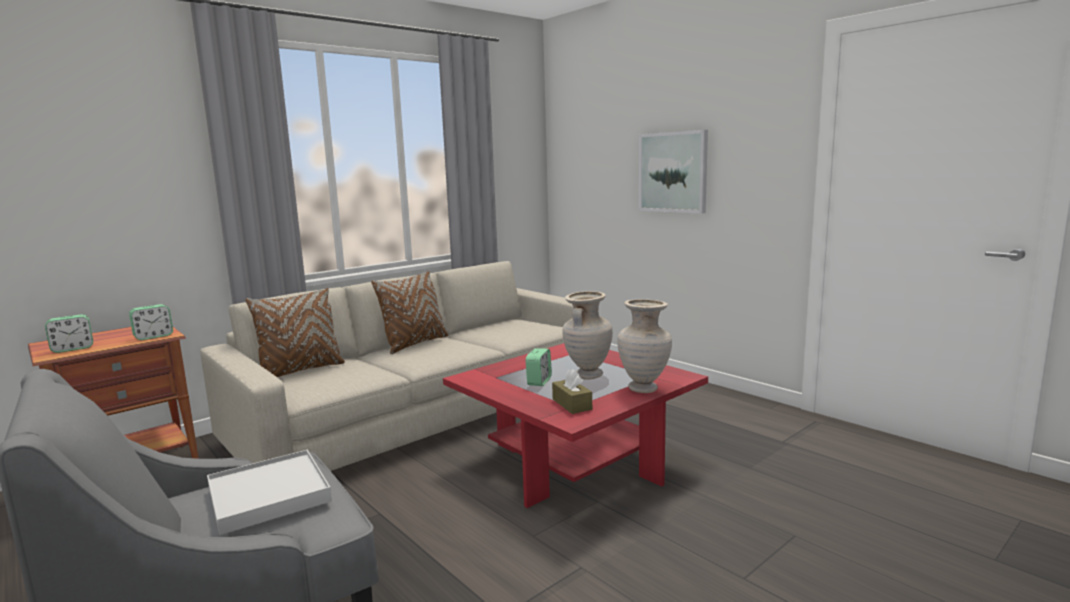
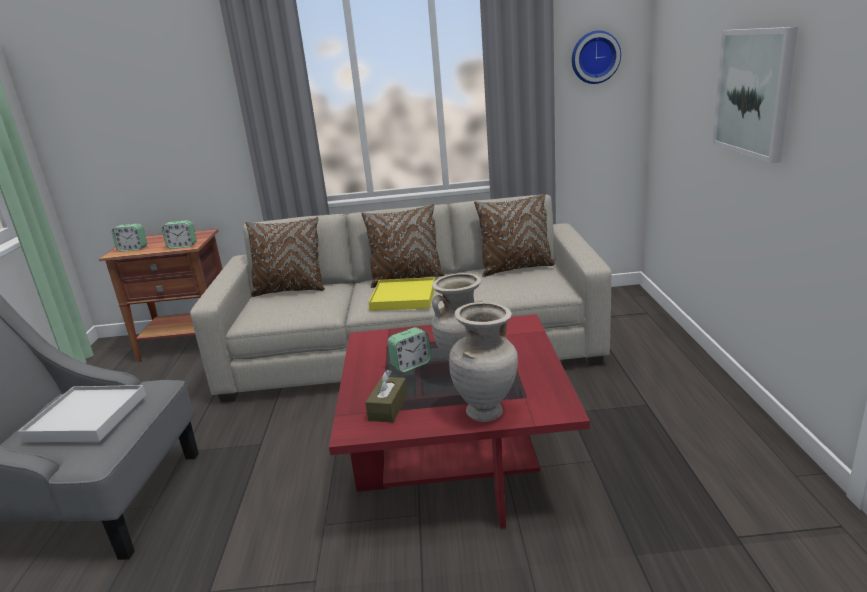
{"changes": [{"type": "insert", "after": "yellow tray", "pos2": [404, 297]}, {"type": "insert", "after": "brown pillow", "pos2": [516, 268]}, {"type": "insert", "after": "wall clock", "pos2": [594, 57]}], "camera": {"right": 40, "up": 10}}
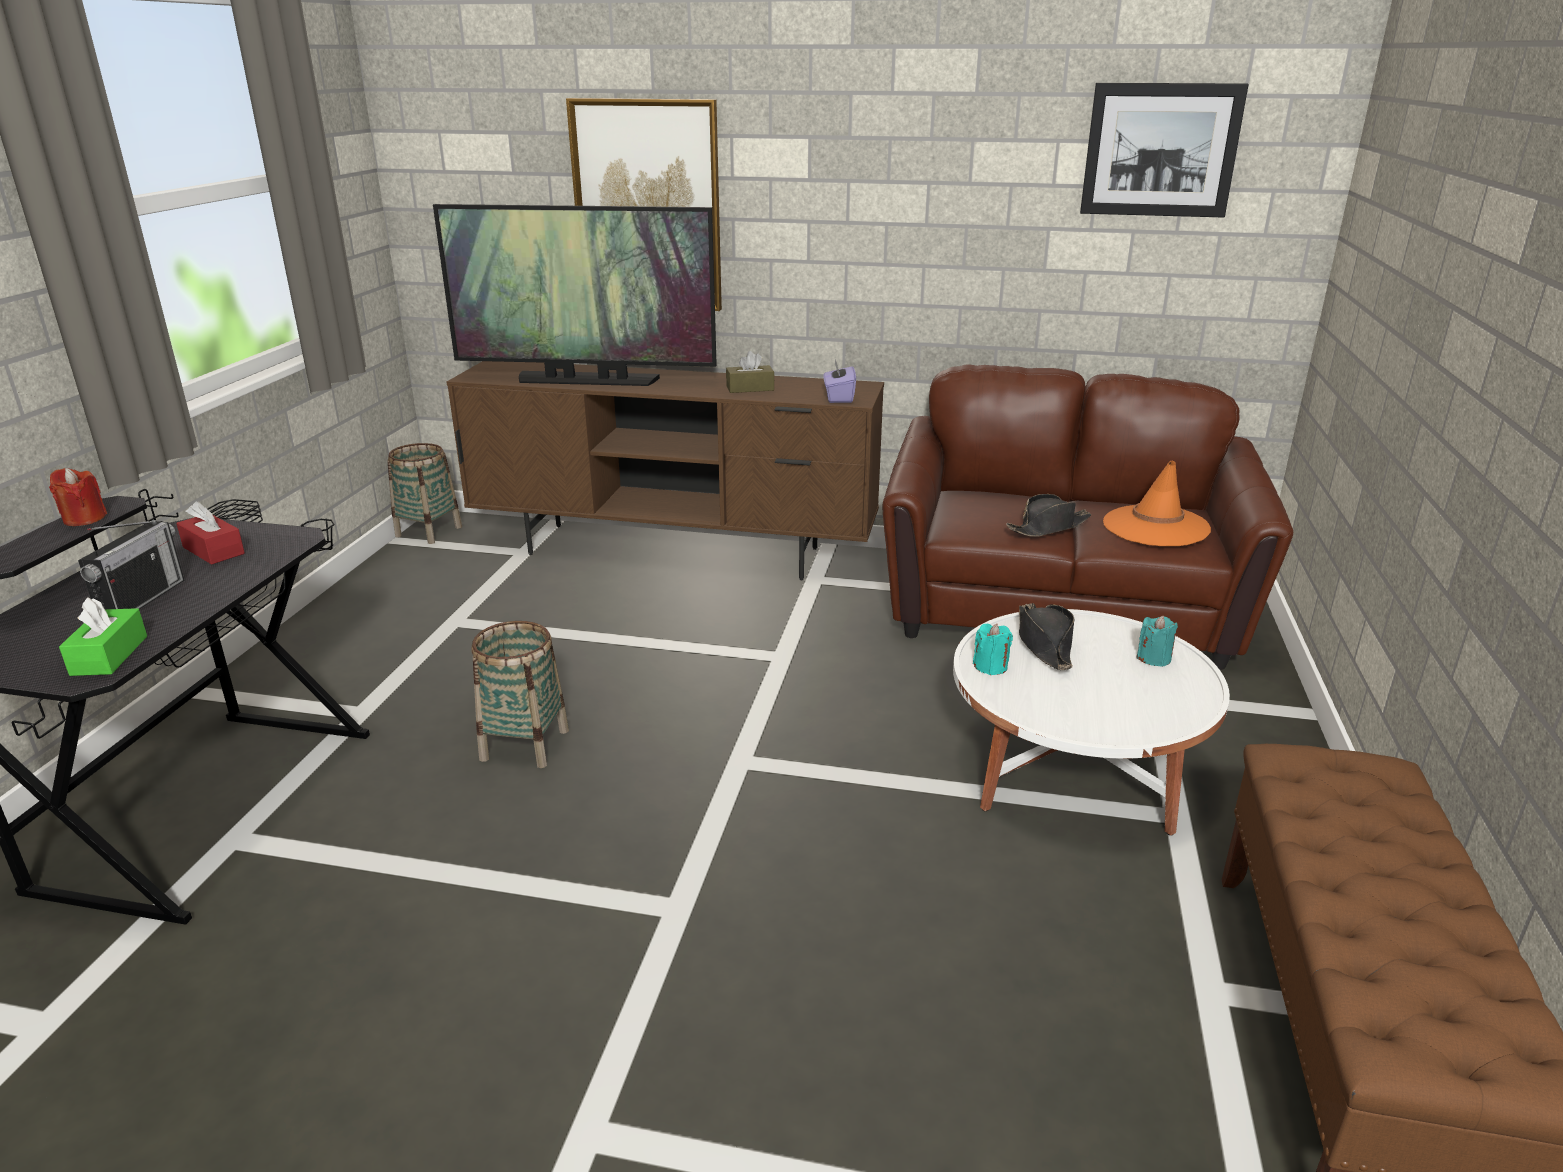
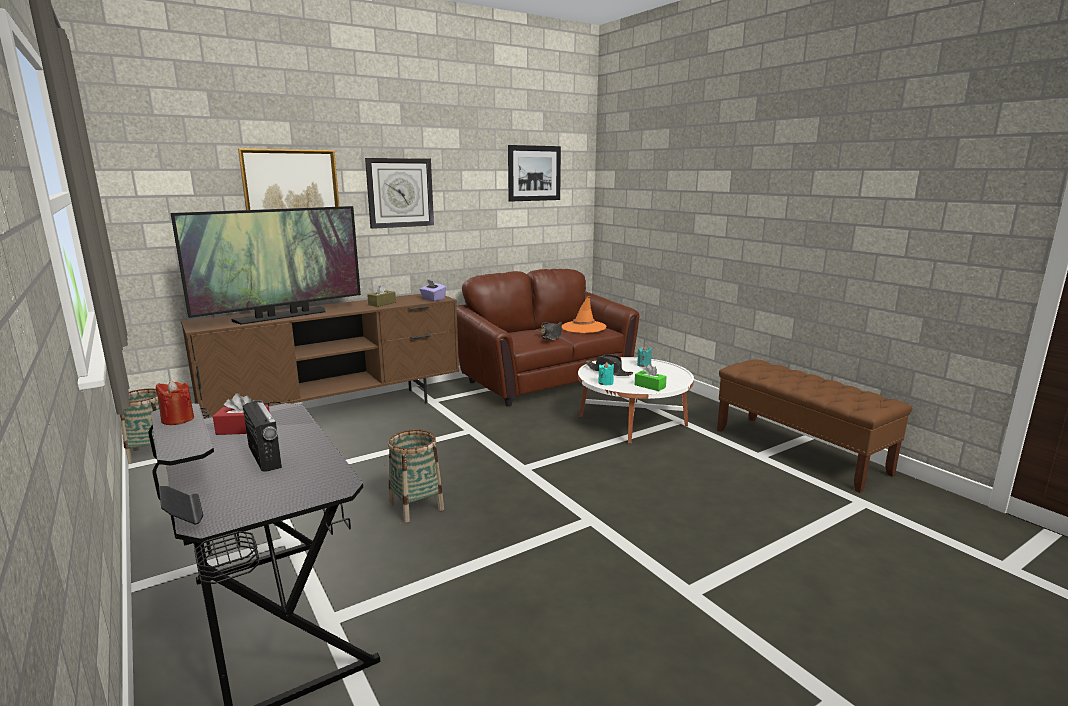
{"changes": [{"type": "insert", "after": "wall clock", "pos2": [400, 193]}, {"type": "move", "before": "green tissue box", "pos1": [109, 655], "pos2": [650, 386]}], "camera": {"right": -45, "up": -10}}
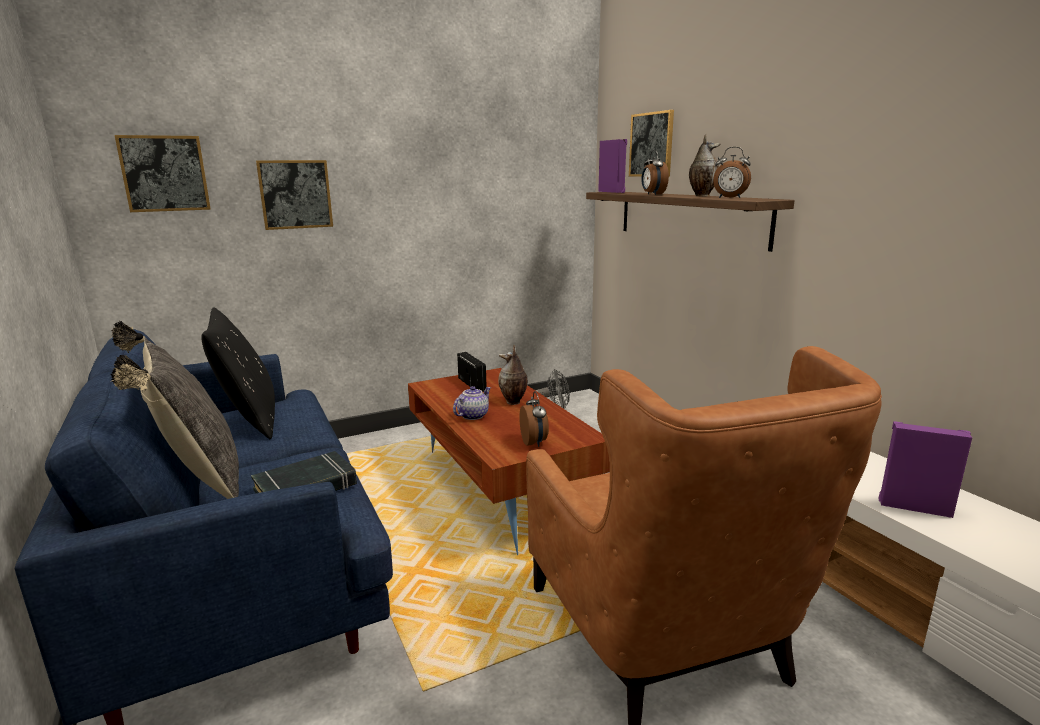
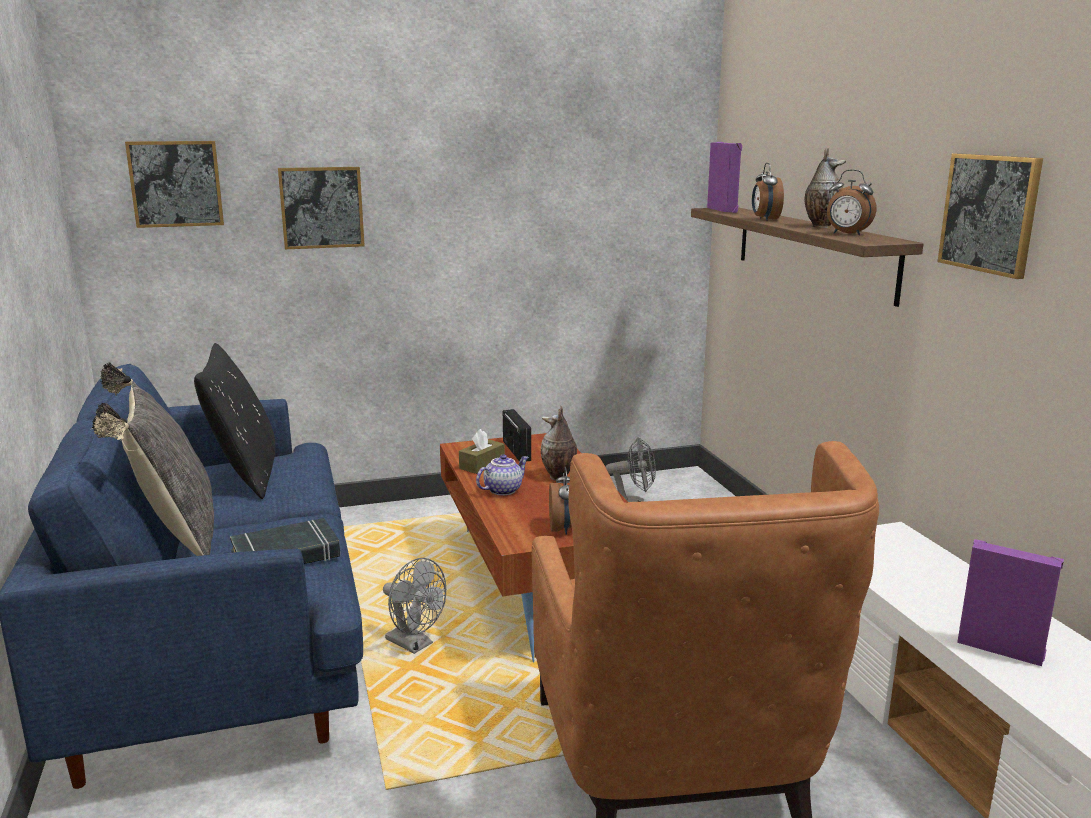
{"changes": [{"type": "insert", "after": "grey fan", "pos2": [415, 645]}, {"type": "insert", "after": "brown tissue box", "pos2": [482, 465]}, {"type": "move", "before": "picture", "pos1": [651, 145], "pos2": [989, 213]}], "camera": {"right": 10, "up": 0}}
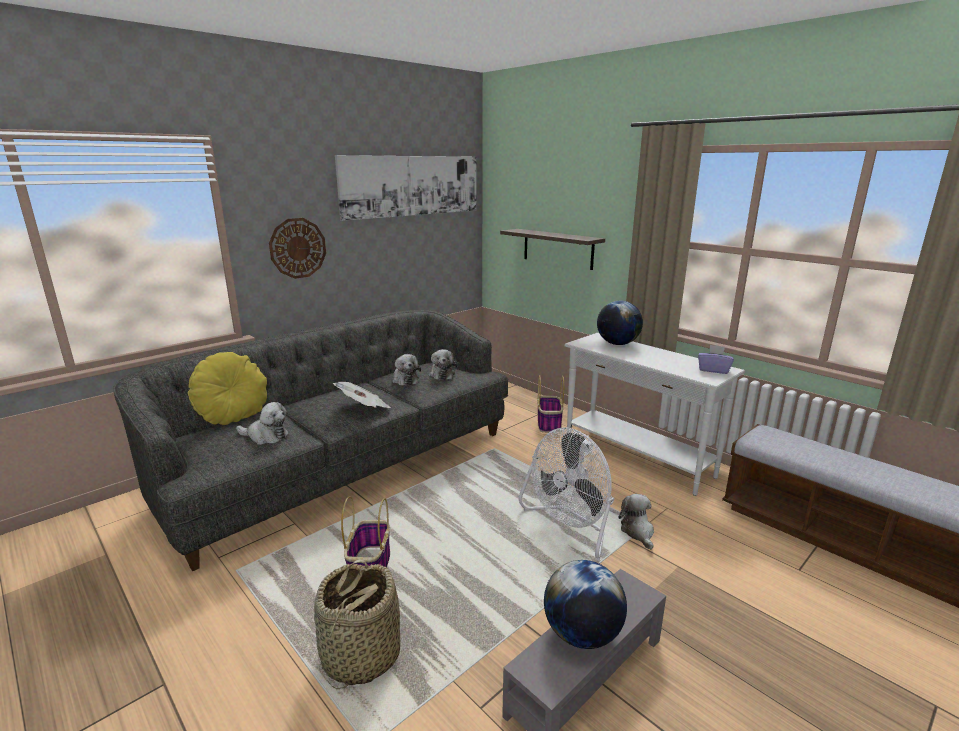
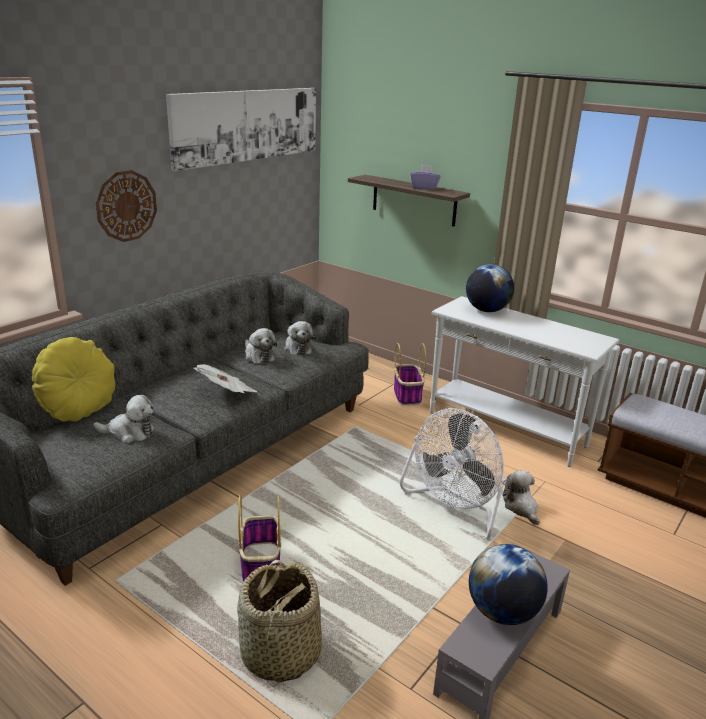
{"changes": [{"type": "move", "before": "purple tissue box", "pos1": [713, 370], "pos2": [424, 187]}], "camera": {"right": -10, "up": 5}}
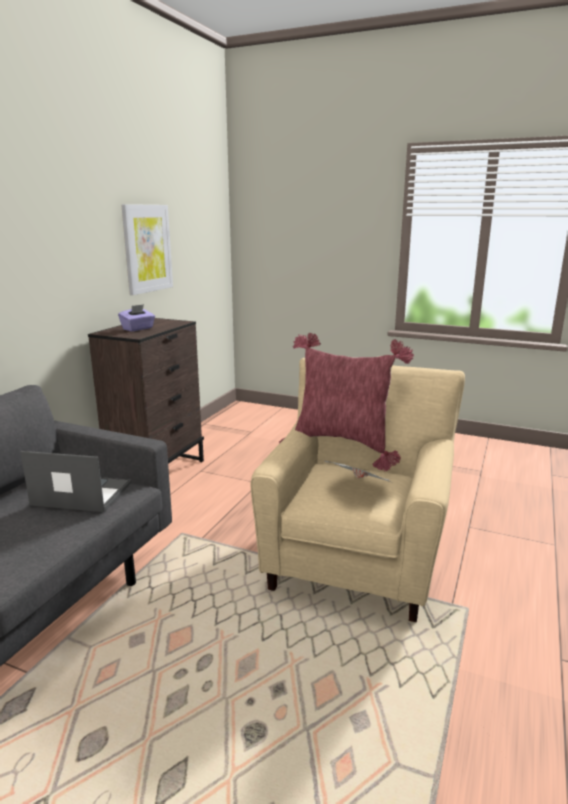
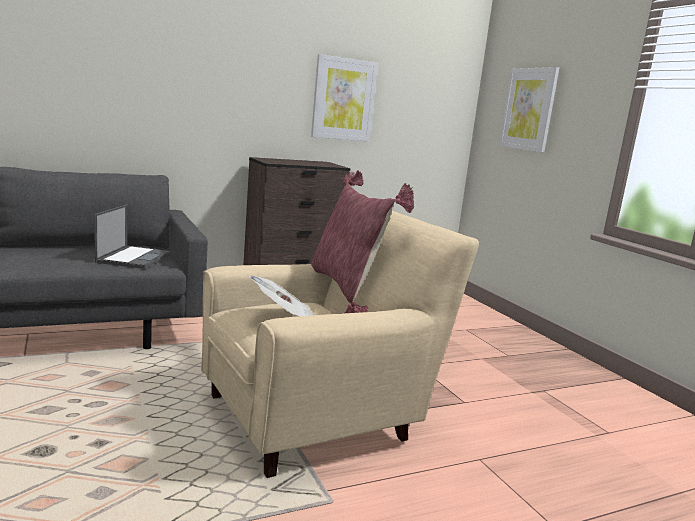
{"changes": [{"type": "rotate", "before": "laptop", "pos1": [80, 494], "pos2": [134, 257], "turn": 45}, {"type": "insert", "after": "picture", "pos2": [528, 109]}, {"type": "delete", "before": "purple tissue box", "pos1": [138, 329]}], "camera": {"right": 40, "up": -5}}
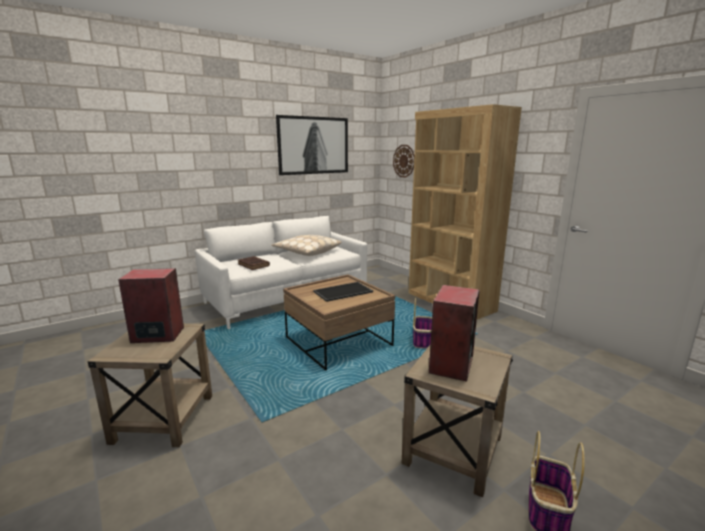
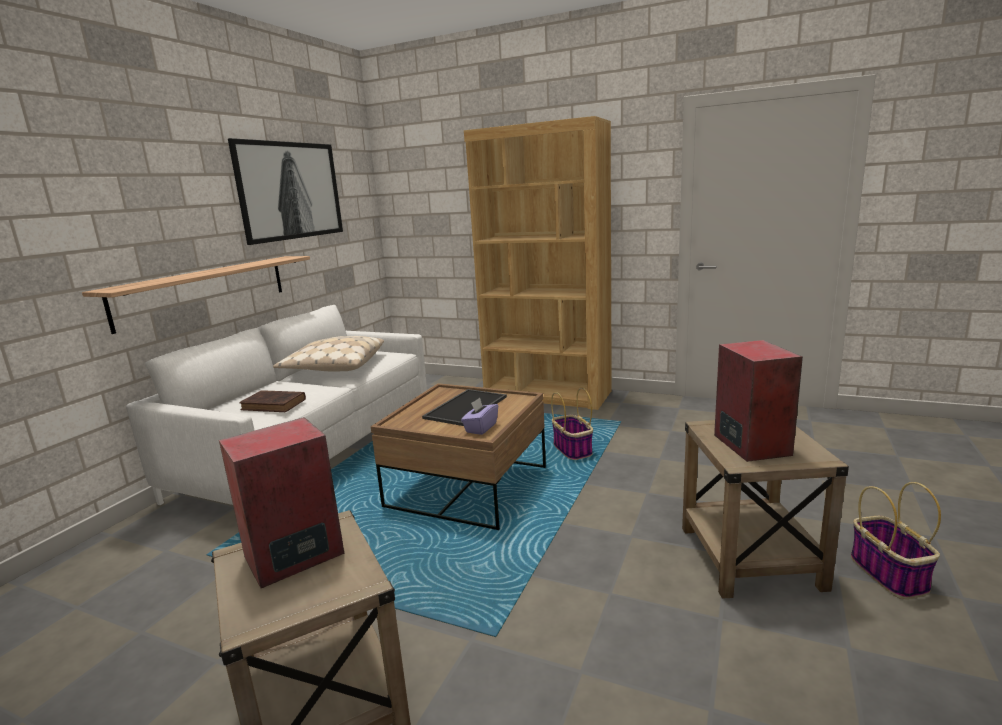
{"changes": [{"type": "insert", "after": "shelf", "pos2": [204, 290]}, {"type": "insert", "after": "purple tissue box", "pos2": [480, 428]}, {"type": "delete", "before": "wall clock", "pos1": [404, 161]}], "camera": {"right": -30, "up": 0}}
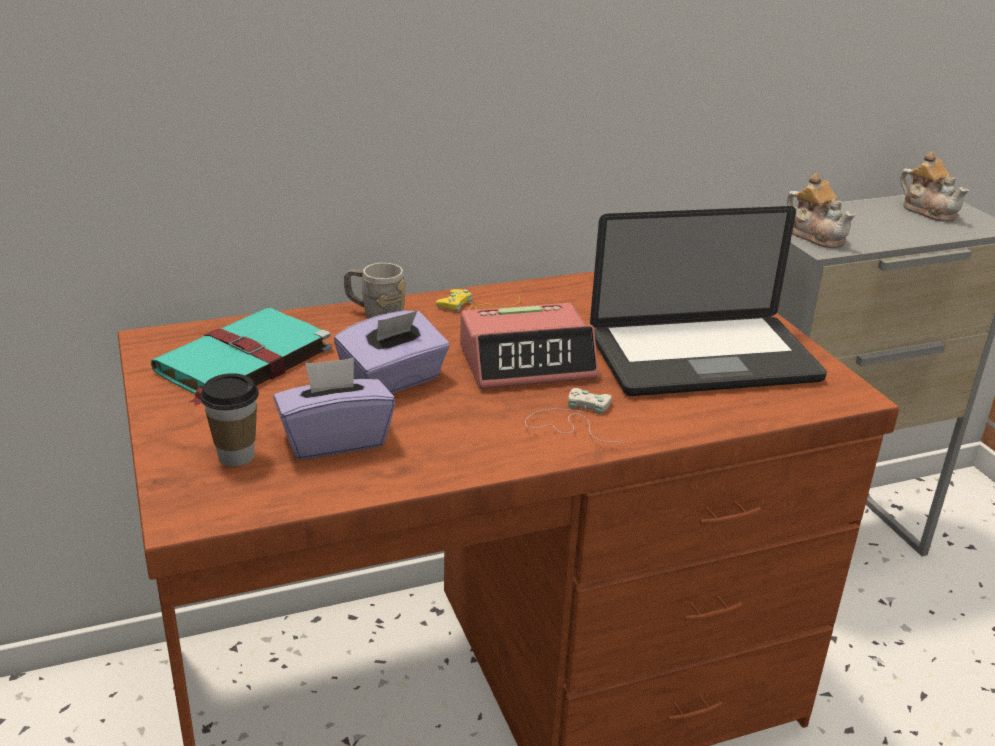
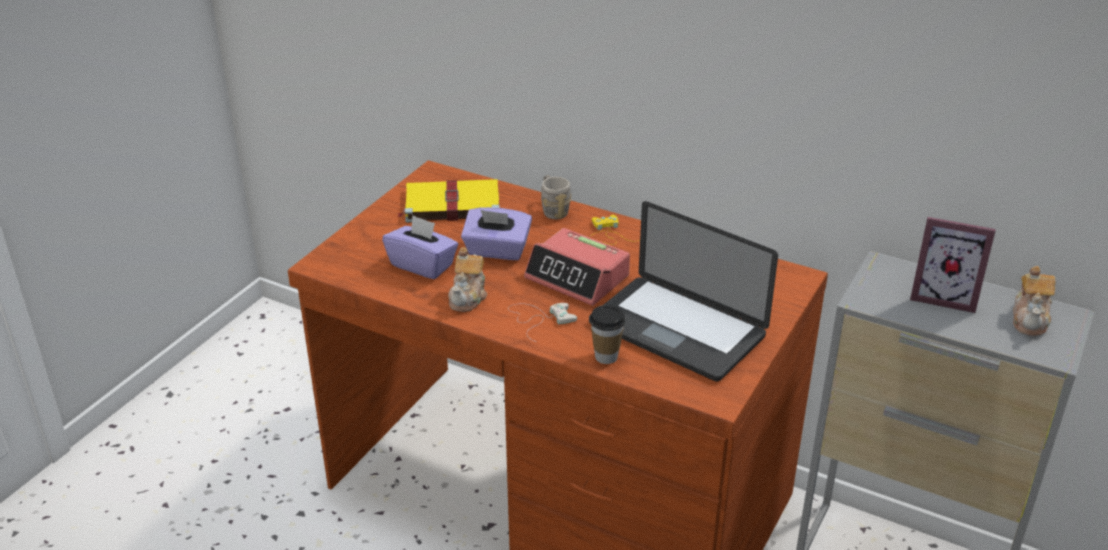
{"changes": [{"type": "recolor", "before": "turquoise book", "after": "yellow book", "pos1": [242, 361], "pos2": [450, 204]}, {"type": "move", "before": "teapot", "pos1": [816, 236], "pos2": [468, 297]}, {"type": "move", "before": "cup", "pos1": [236, 456], "pos2": [606, 357]}, {"type": "insert", "after": "picture frame", "pos2": [944, 296]}], "camera": {"right": 50, "up": 5}}
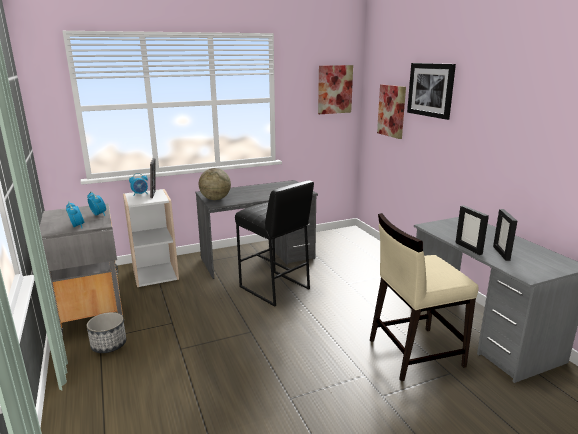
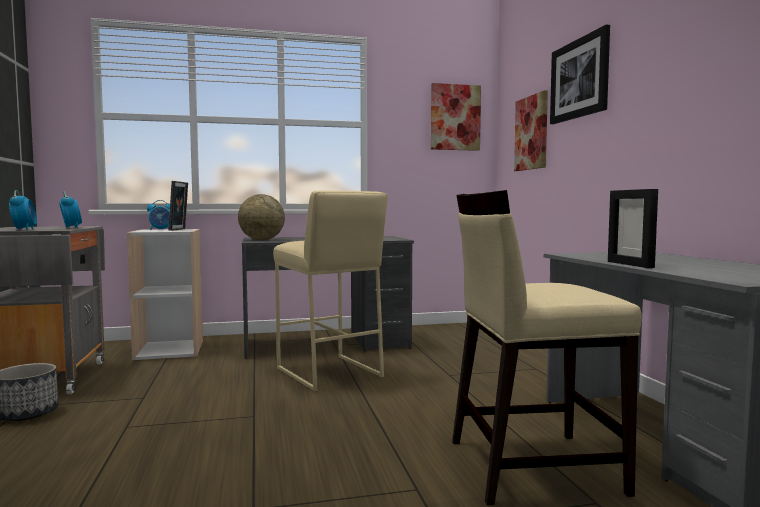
{"changes": [{"type": "recolor", "before": "black stool", "after": "beige stool", "pos1": [275, 288], "pos2": [329, 373]}, {"type": "delete", "before": "picture frame", "pos1": [502, 253]}], "camera": {"right": 10, "up": -15}}
